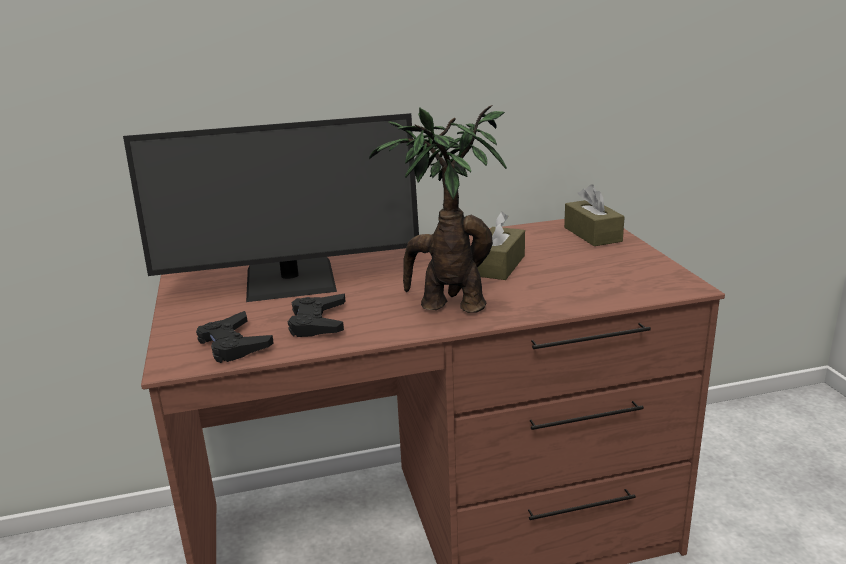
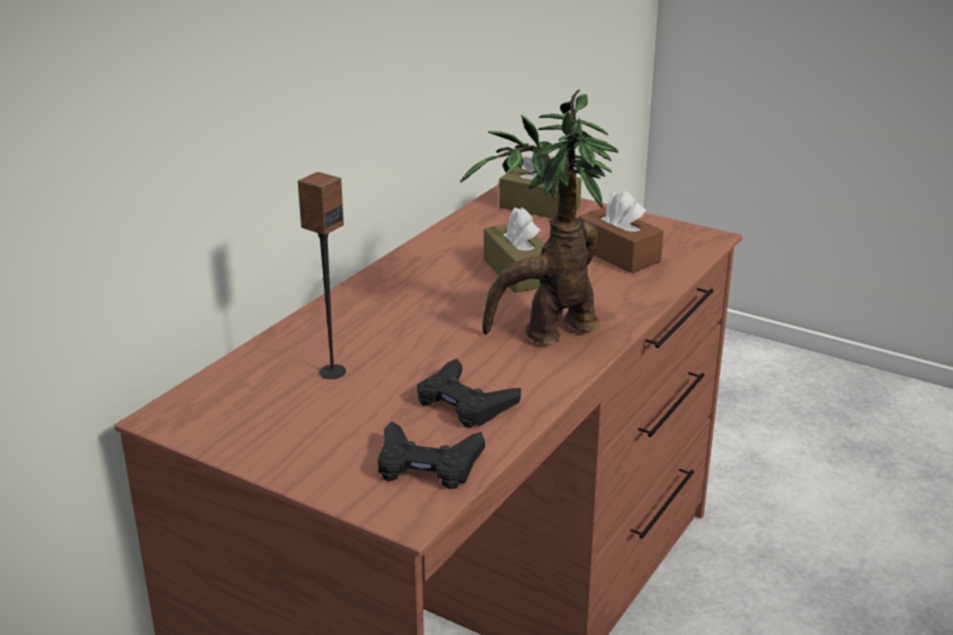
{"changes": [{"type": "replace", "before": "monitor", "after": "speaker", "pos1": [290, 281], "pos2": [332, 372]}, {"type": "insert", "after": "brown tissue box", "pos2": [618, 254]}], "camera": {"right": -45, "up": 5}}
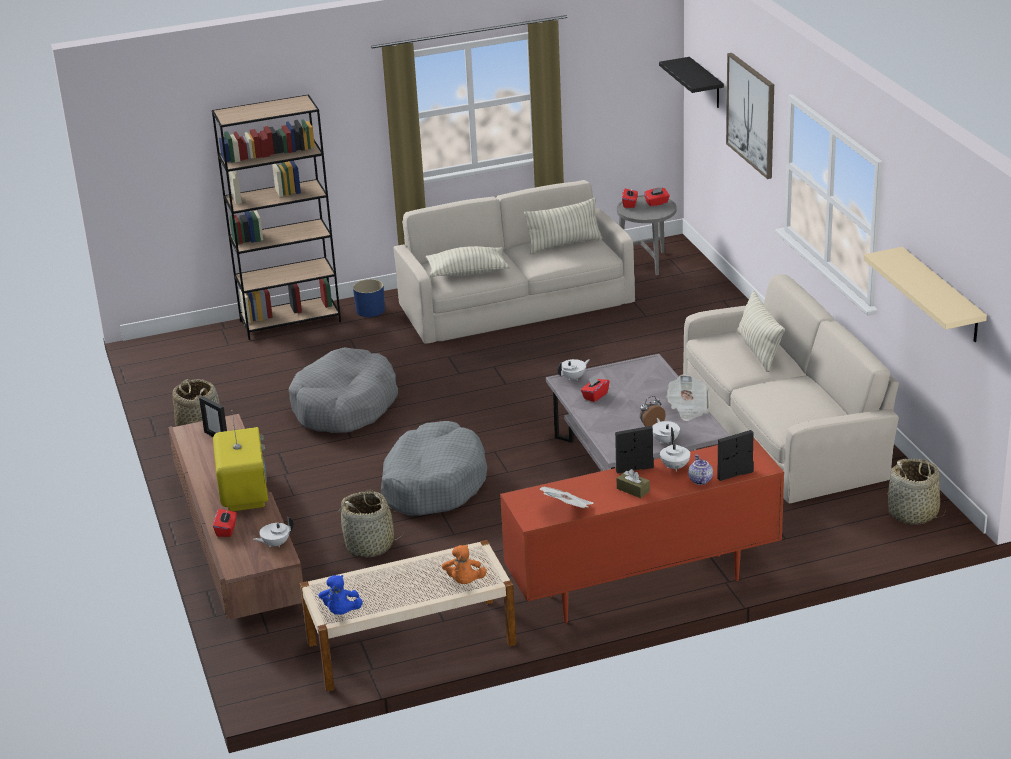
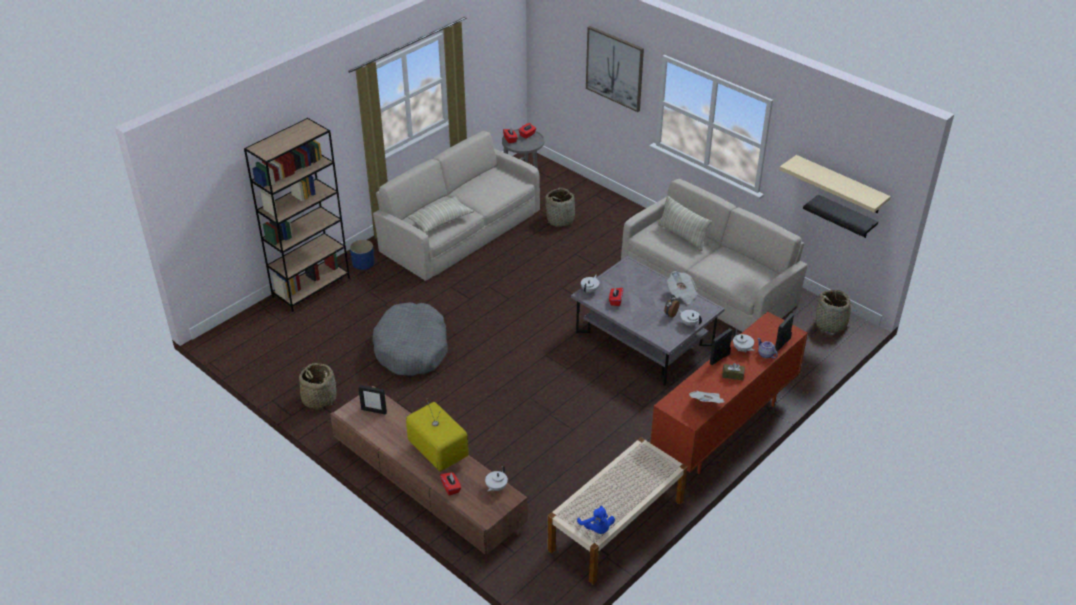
{"changes": [{"type": "move", "before": "basket", "pos1": [370, 546], "pos2": [560, 220]}, {"type": "move", "before": "black shelf", "pos1": [706, 83], "pos2": [845, 217]}, {"type": "delete", "before": "grey dog bed", "pos1": [433, 483]}, {"type": "delete", "before": "orange plush toy", "pos1": [464, 582]}, {"type": "delete", "before": "pillow", "pos1": [564, 244]}], "camera": {"right": -30, "up": 10}}
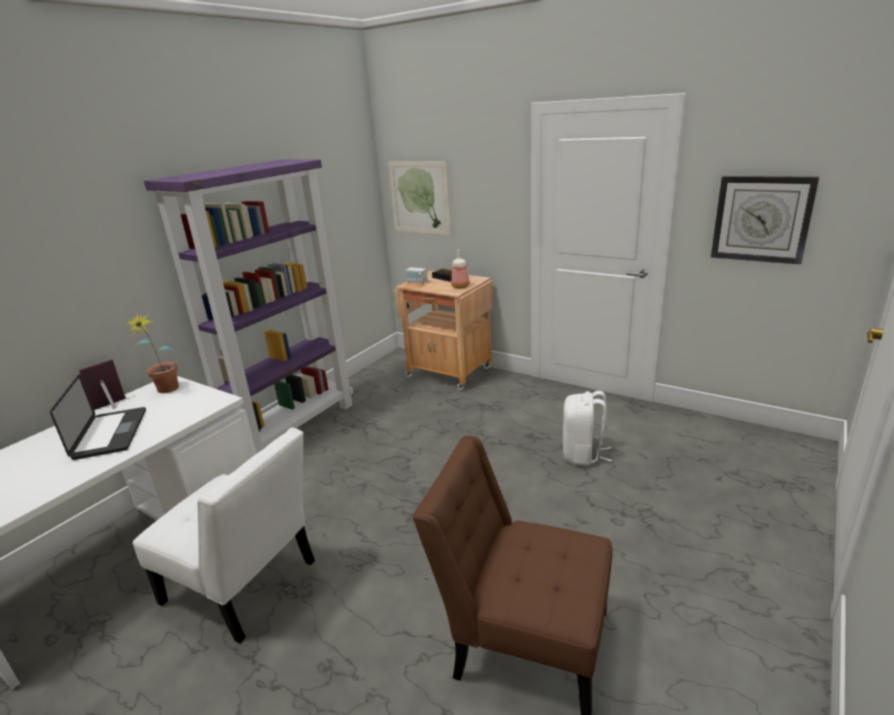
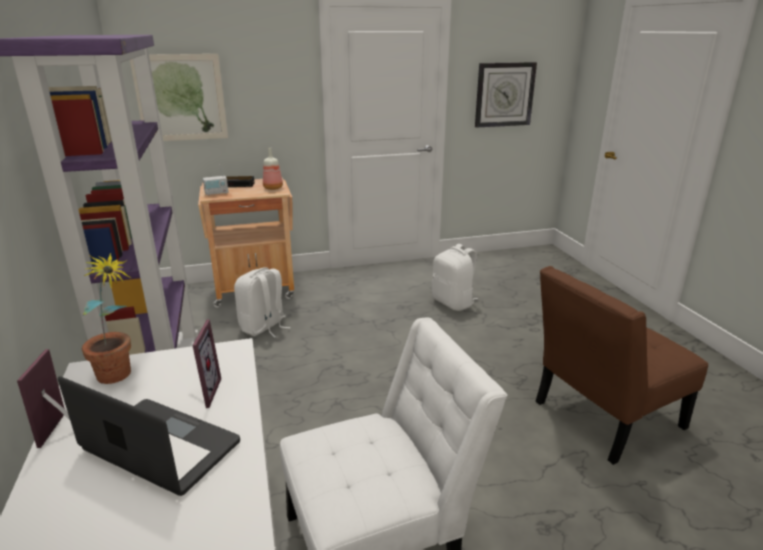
{"changes": [{"type": "insert", "after": "picture frame", "pos2": [201, 393]}, {"type": "insert", "after": "white backpack", "pos2": [263, 327]}], "camera": {"right": -50, "up": 0}}
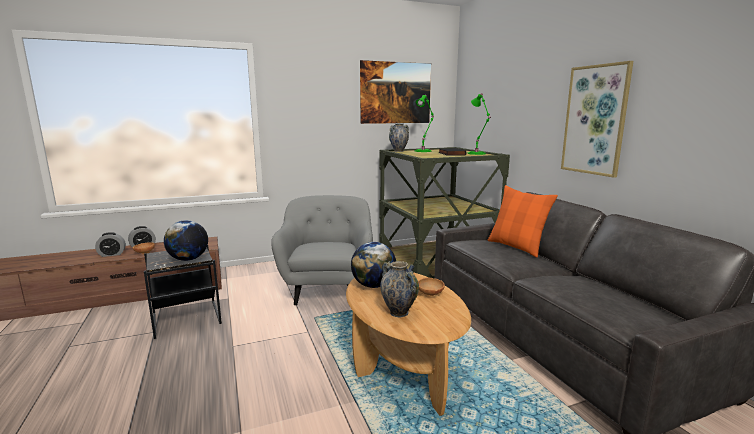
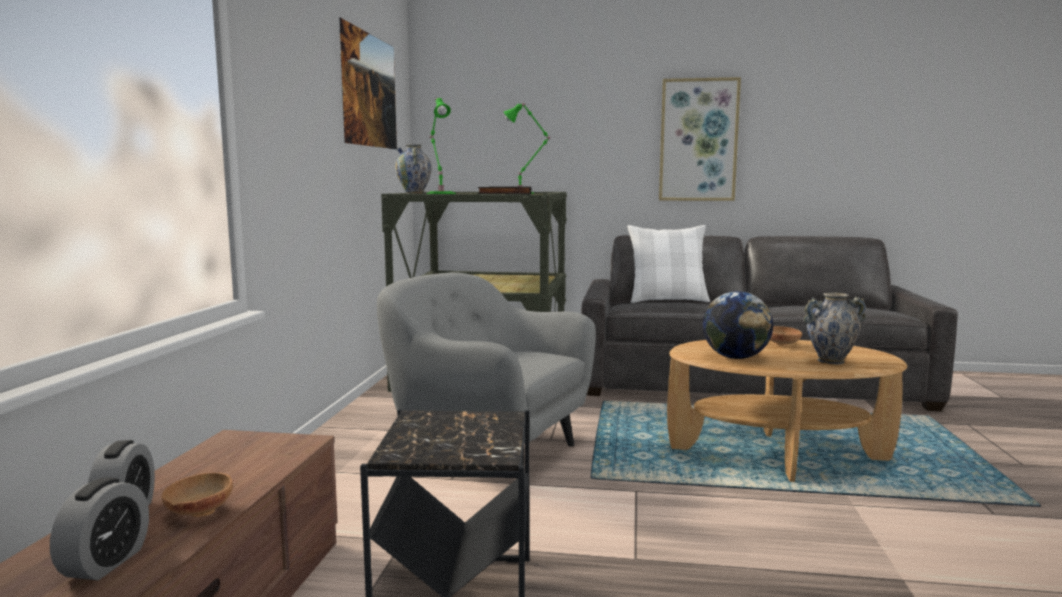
{"changes": [{"type": "recolor", "before": "orange pillow", "after": "white pillow", "pos1": [517, 247], "pos2": [667, 300]}, {"type": "delete", "before": "globe", "pos1": [188, 259]}], "camera": {"right": -60, "up": -5}}
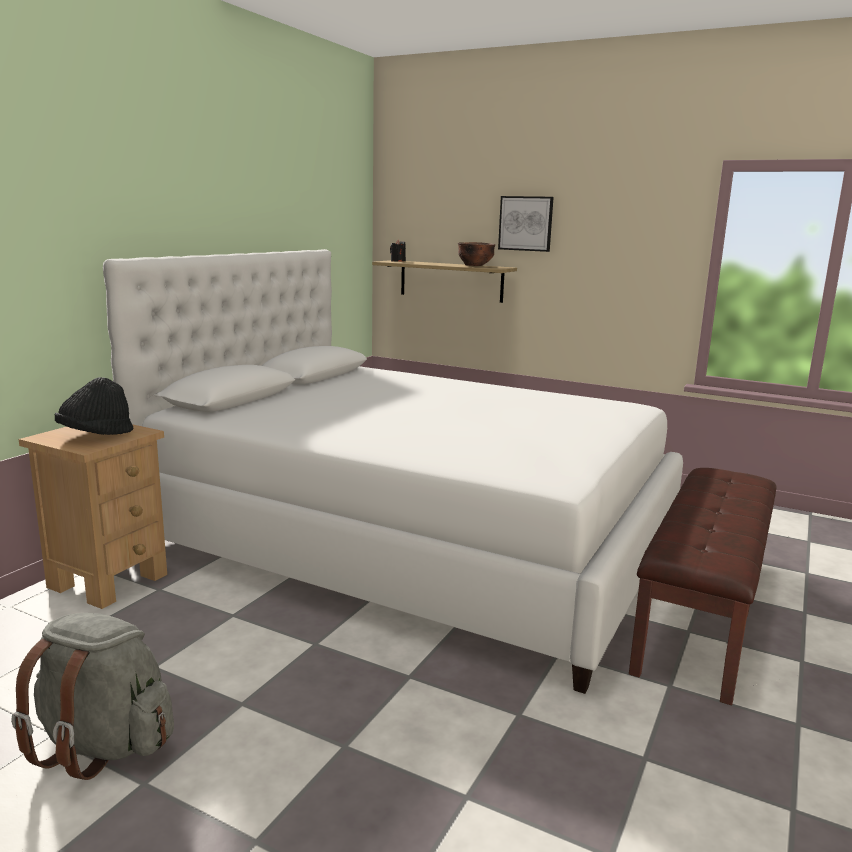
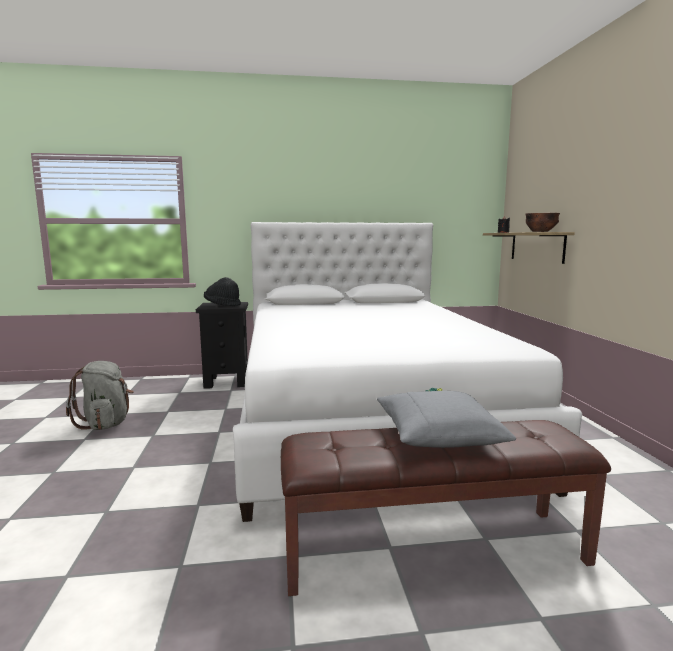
{"changes": [{"type": "recolor", "before": "beige nightstand", "after": "black nightstand", "pos1": [110, 581], "pos2": [227, 381]}, {"type": "insert", "after": "grey pillow", "pos2": [439, 437]}, {"type": "delete", "before": "picture", "pos1": [526, 223]}], "camera": {"right": 55, "up": -5}}
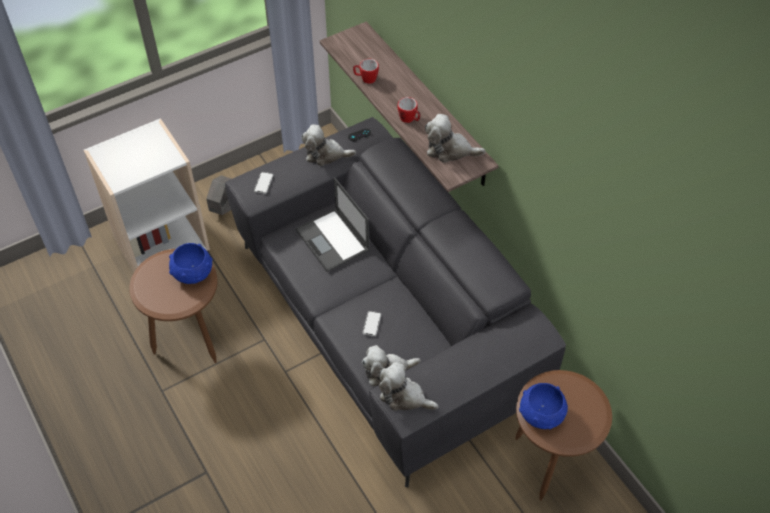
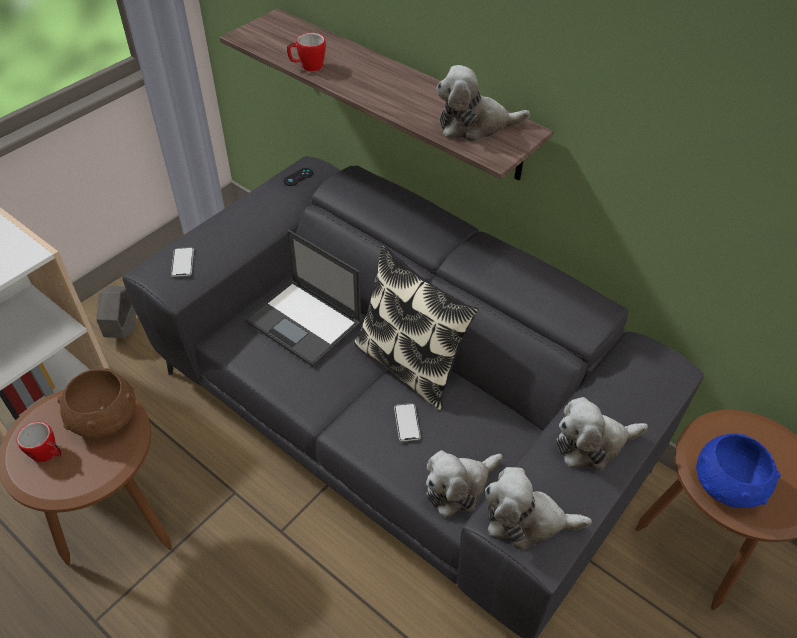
{"changes": [{"type": "move", "before": "mug", "pos1": [409, 119], "pos2": [48, 454]}, {"type": "recolor", "before": "blue bowl", "after": "brown bowl", "pos1": [193, 273], "pos2": [105, 419]}, {"type": "insert", "after": "pillow", "pos2": [409, 365]}, {"type": "move", "before": "plush toy", "pos1": [325, 154], "pos2": [592, 444]}], "camera": {"right": -20, "up": -5}}
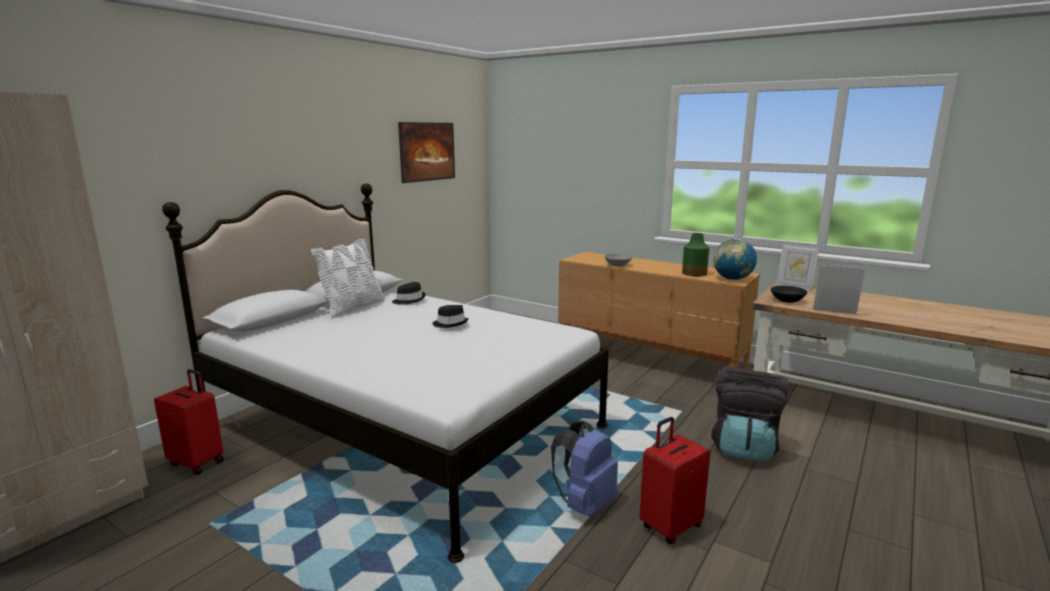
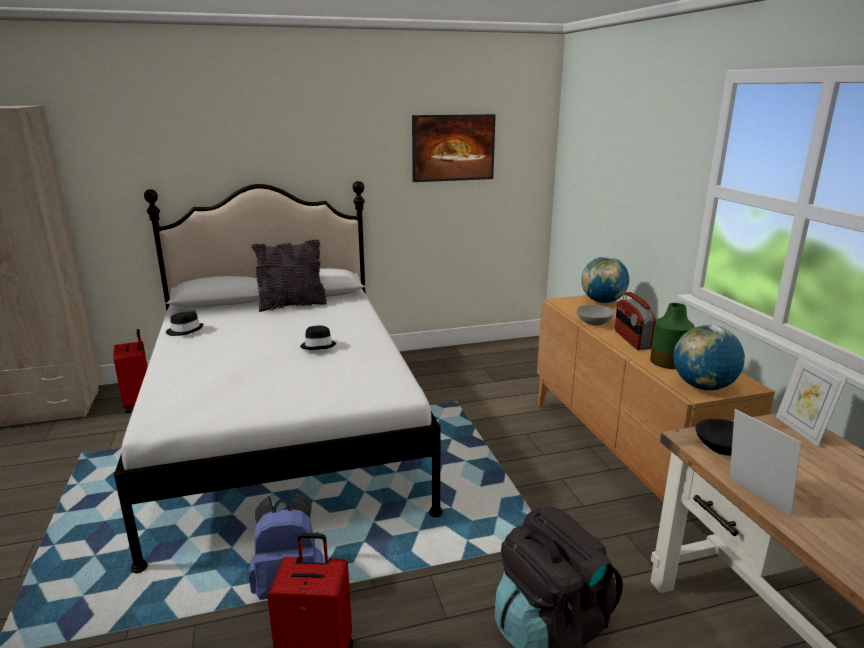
{"changes": [{"type": "move", "before": "black hat", "pos1": [409, 300], "pos2": [185, 330]}, {"type": "recolor", "before": "white pillow", "after": "black pillow", "pos1": [352, 307], "pos2": [292, 305]}, {"type": "insert", "after": "globe", "pos2": [602, 302]}, {"type": "insert", "after": "radio", "pos2": [631, 340]}], "camera": {"right": 40, "up": 5}}
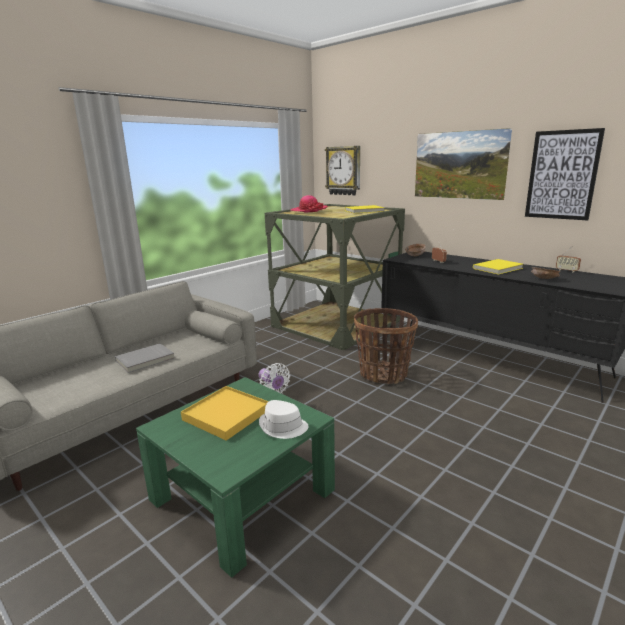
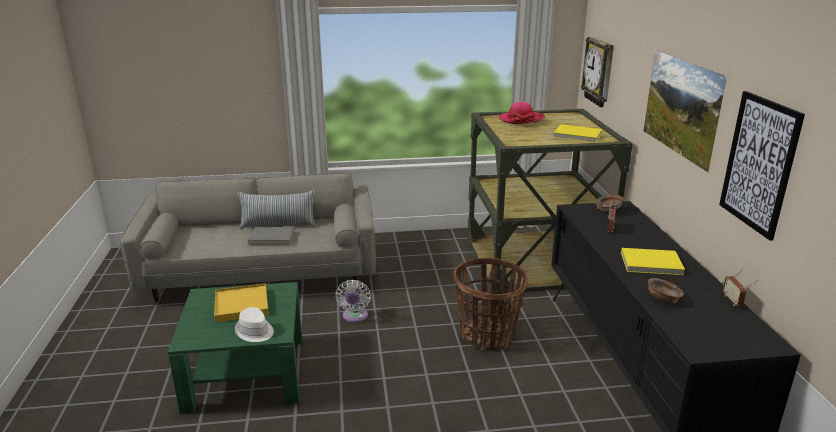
{"changes": [{"type": "insert", "after": "pillow", "pos2": [278, 225]}], "camera": {"right": 40, "up": 5}}
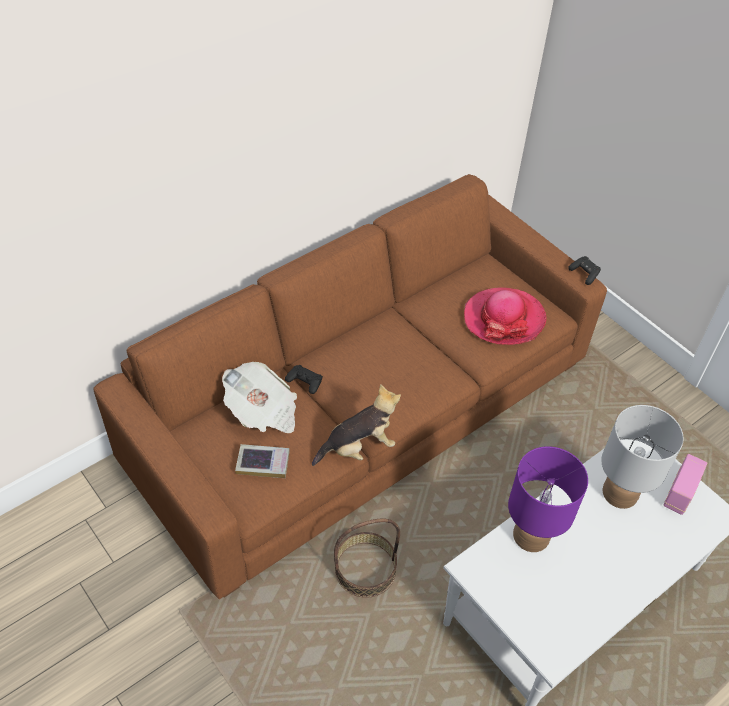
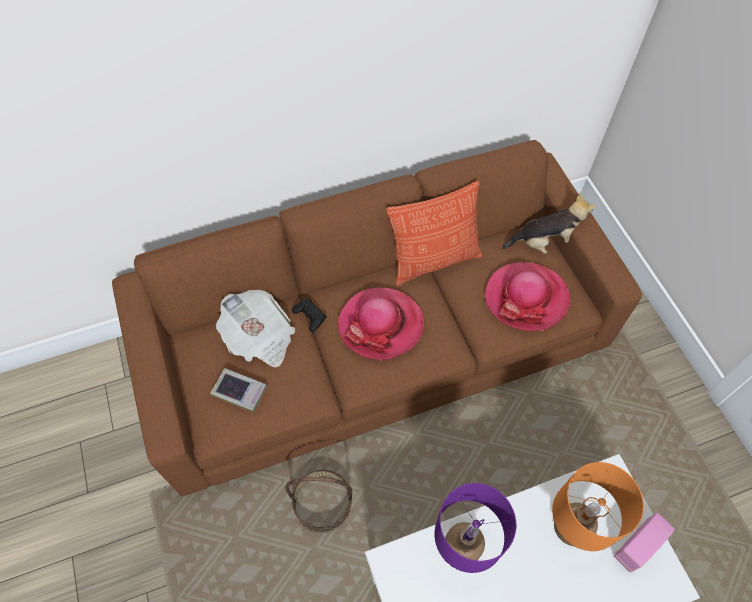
{"changes": [{"type": "insert", "after": "hat", "pos2": [381, 325]}, {"type": "insert", "after": "orange pillow", "pos2": [434, 260]}, {"type": "move", "before": "plush toy", "pos1": [359, 447], "pos2": [544, 243]}, {"type": "recolor", "before": "grey table lamp", "after": "orange table lamp", "pos1": [620, 493], "pos2": [573, 527]}, {"type": "delete", "before": "black game controller", "pos1": [584, 274]}], "camera": {"right": 20, "up": 10}}
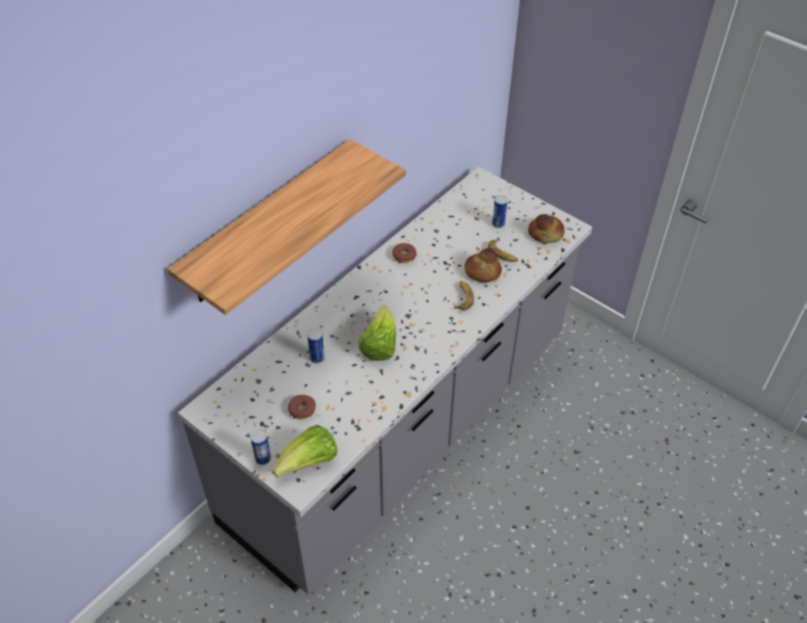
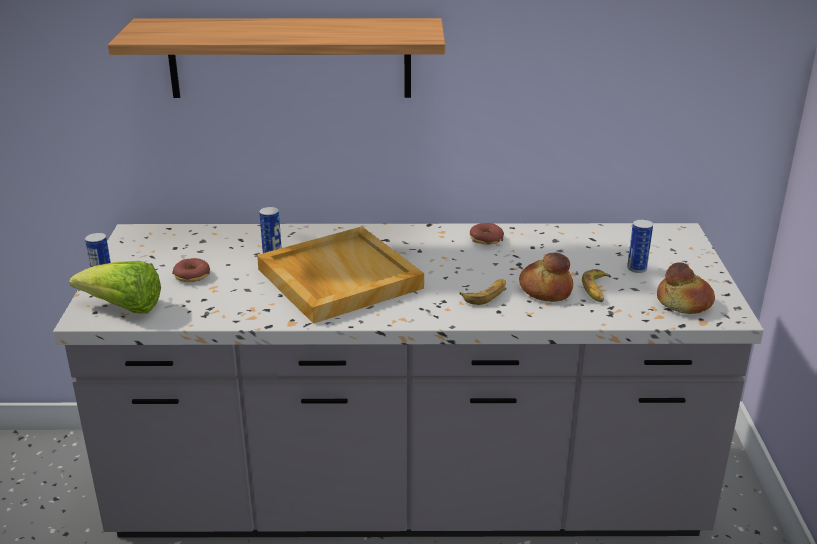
{"changes": [{"type": "replace", "before": "lettuce", "after": "beige tray", "pos1": [379, 345], "pos2": [338, 278]}], "camera": {"right": 50, "up": -20}}
